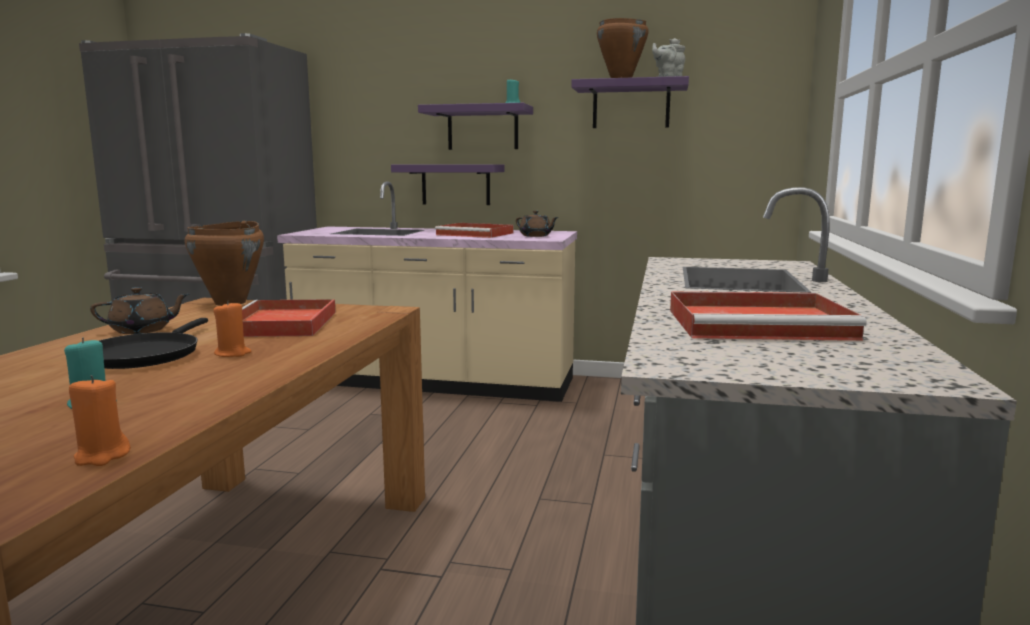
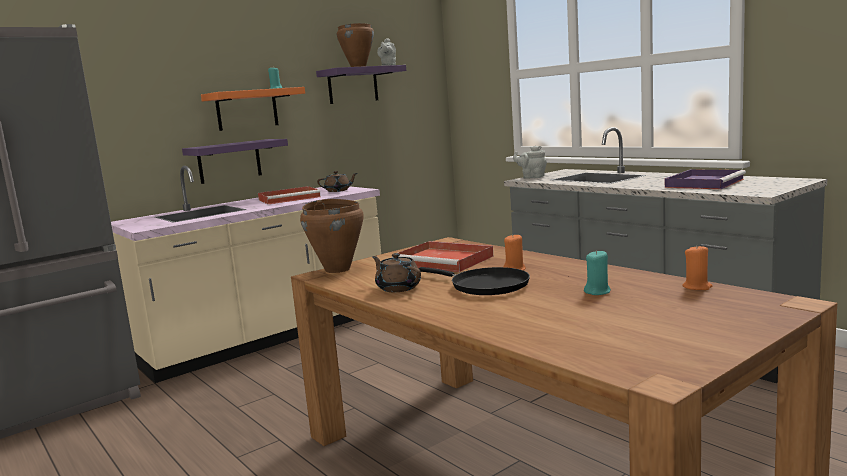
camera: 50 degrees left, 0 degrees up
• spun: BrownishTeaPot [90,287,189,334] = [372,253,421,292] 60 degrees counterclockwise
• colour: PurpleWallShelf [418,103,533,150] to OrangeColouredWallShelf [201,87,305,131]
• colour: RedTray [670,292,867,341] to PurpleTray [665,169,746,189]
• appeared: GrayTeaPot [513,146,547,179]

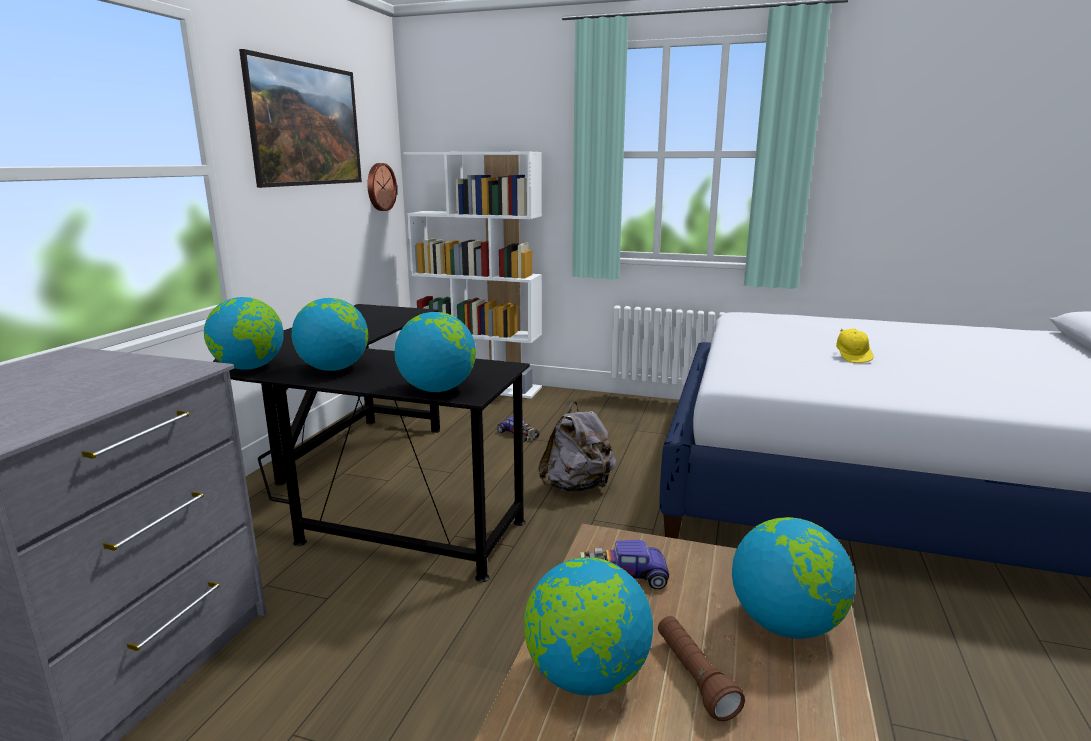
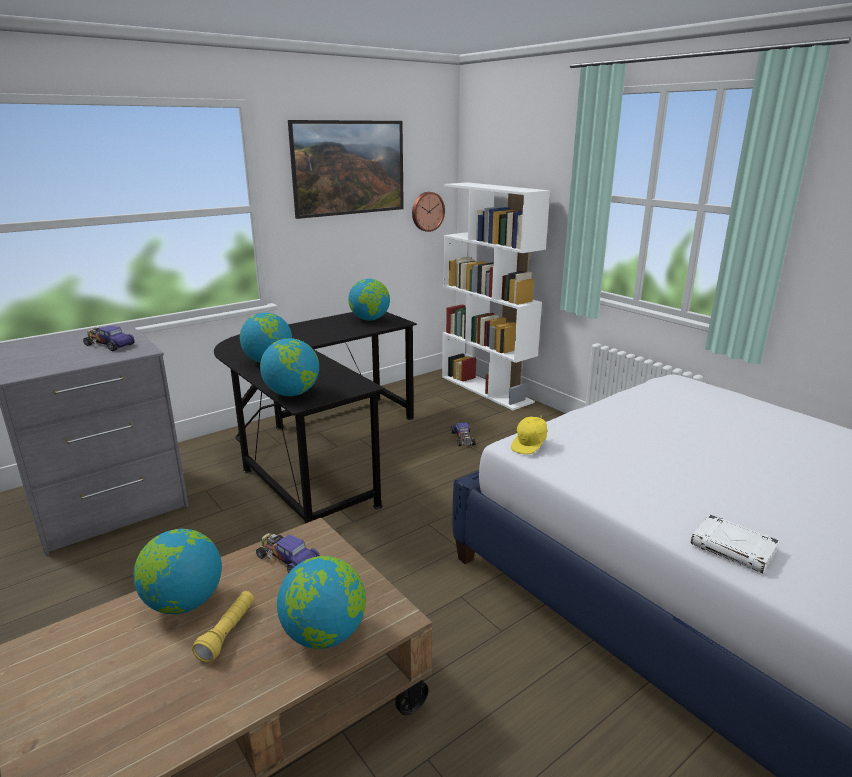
camera: 35 degrees right, 5 degrees up
• relocated: WorldGlobe [204,297,284,370] to [348,279,390,321]
• missing: GrayBackpack [538,401,617,492]
• colour: BrownishHandTorch [658,616,745,721] to YellowHandTorch [192,591,254,663]
• relocated: YellowCap [836,328,873,363] to [511,416,547,454]
• appeared: ModelCar [83,326,135,351]
• appeared: WhiteColouredBoundBook [691,514,780,573]

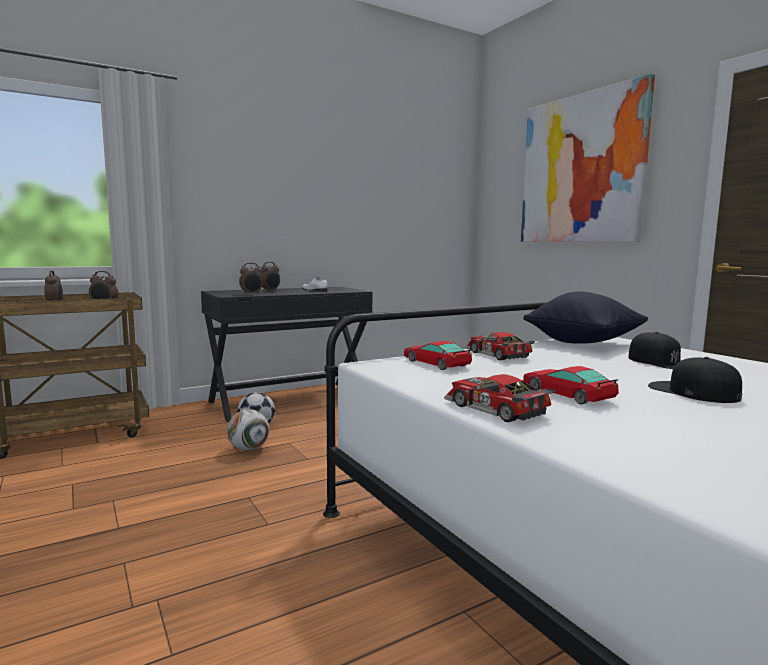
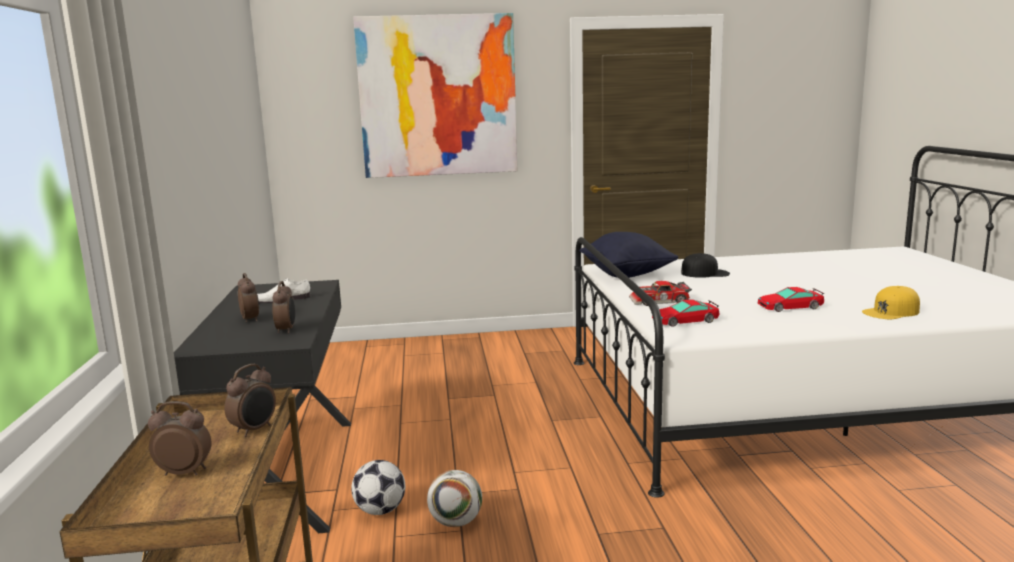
camera: 65 degrees left, 5 degrees up
• missing: ModelCar [444,374,556,422]
• missing: BlackCap [648,357,742,403]
• appeared: YellowCap [862,286,920,319]

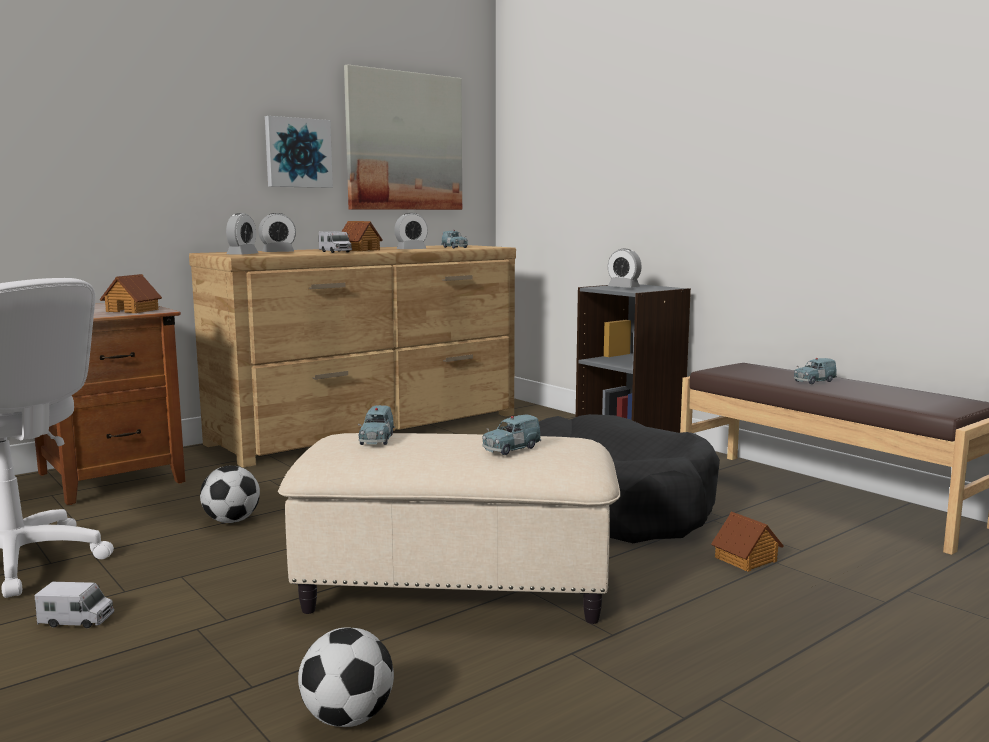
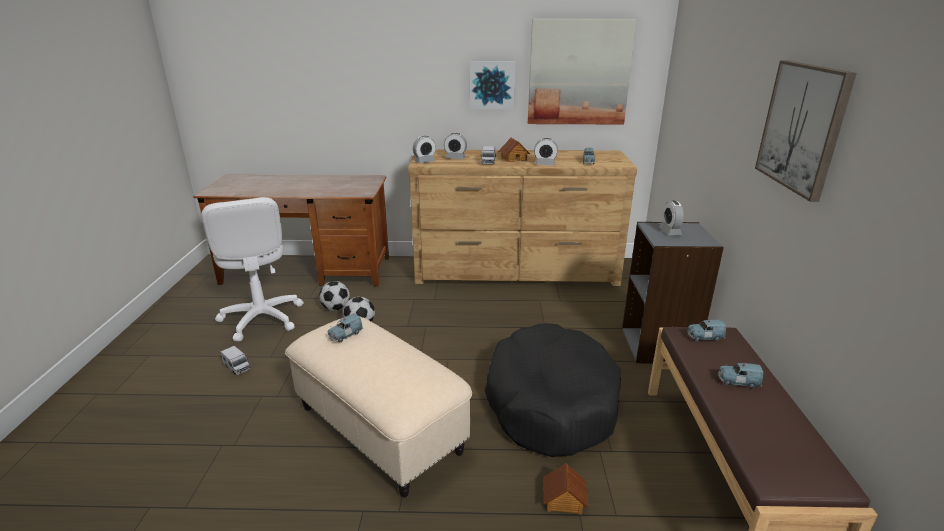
camera: 40 degrees right, 15 degrees up
• missing: ModelHouse [99,274,162,313]
• relocated: BallForFootball [298,627,394,727] to [319,281,350,311]
• relocated: BlueColouredModelCar [482,414,541,455] to [688,320,726,341]
• appeared: WallPicture [755,61,857,202]

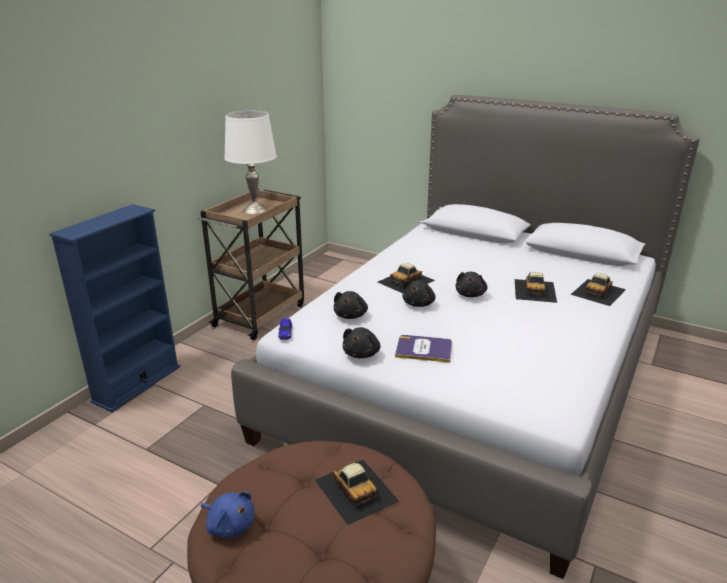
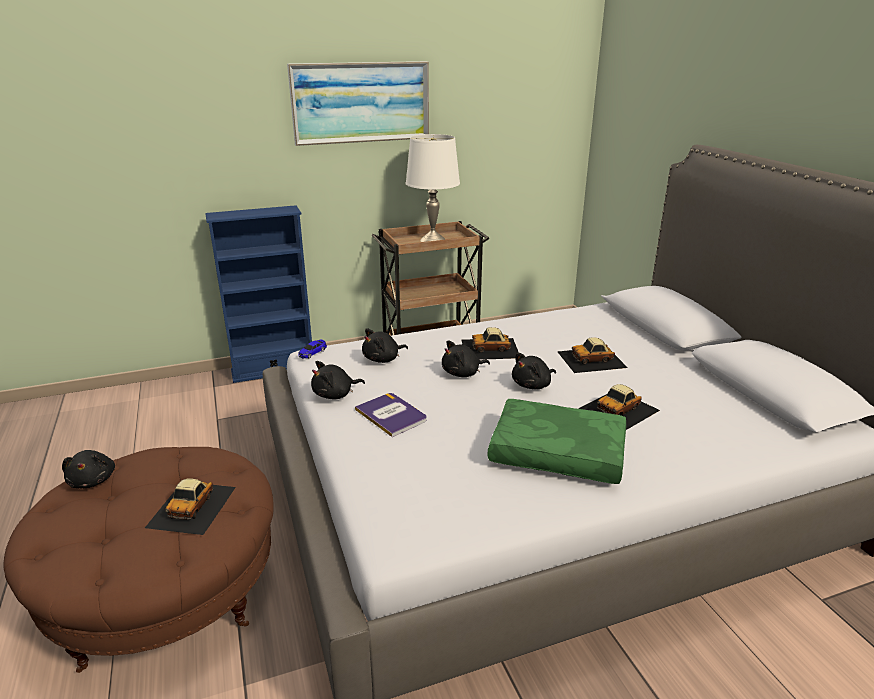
camera: 40 degrees right, 0 degrees up
• colour: BlueColouredSoftToy [201,491,255,538] to BlackSoftToy [62,450,115,488]
• relocated: ModelCar [570,273,626,306] to [557,337,628,373]
• appeared: WallPicture [287,61,429,146]
• appeared: GreenColouredCushion [487,399,626,484]

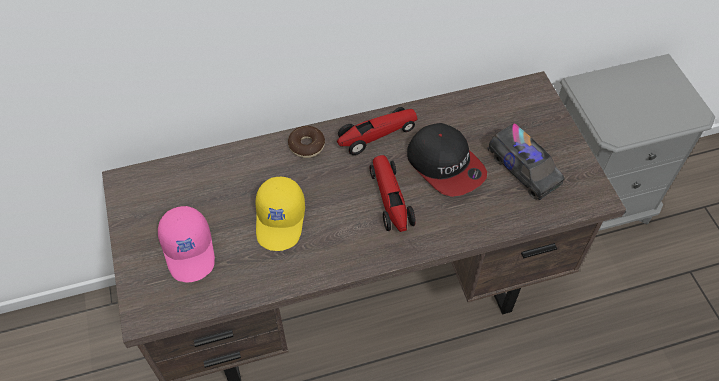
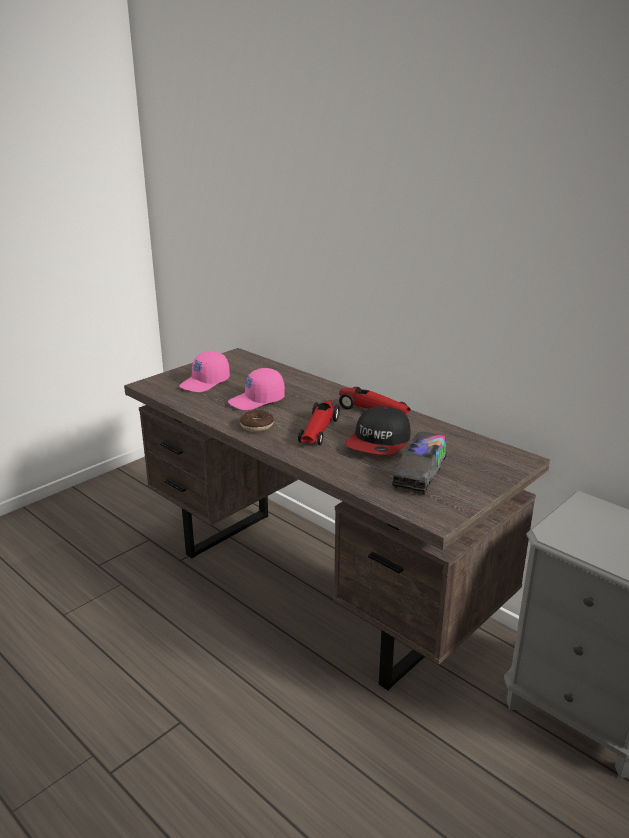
camera: 60 degrees right, 30 degrees down
• colour: YellowCap [256,177,305,251] to PinkishCap [228,368,285,410]
• relocated: Donut [288,126,325,158] to [240,410,274,432]
• spun: ModelCar [370,155,416,232] = [298,400,340,445] 150 degrees clockwise

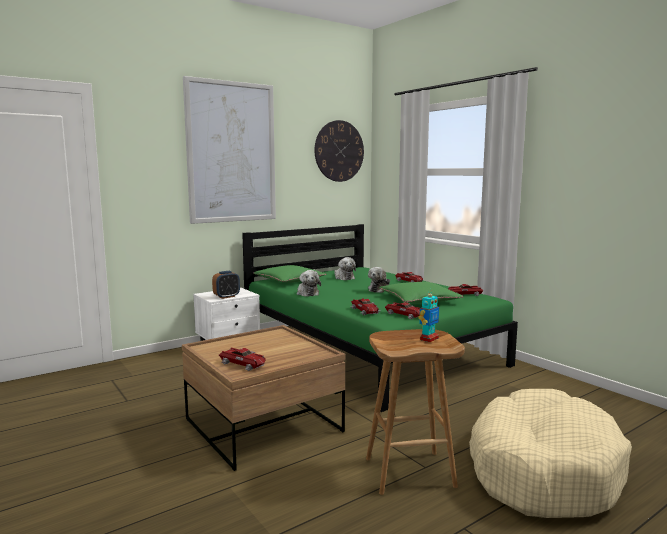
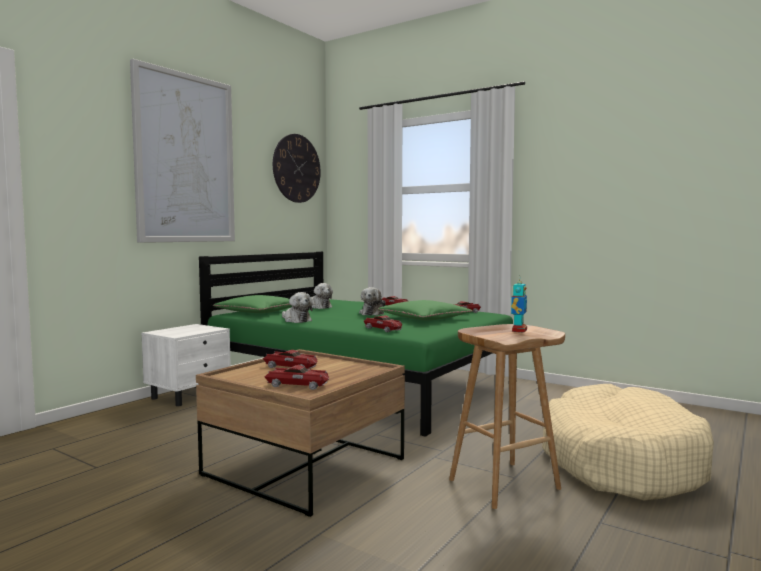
camera: 20 degrees left, 5 degrees down
• missing: BedsideClock [212,271,240,299]
• relocated: ModelCar [385,302,420,319] to [263,350,317,369]

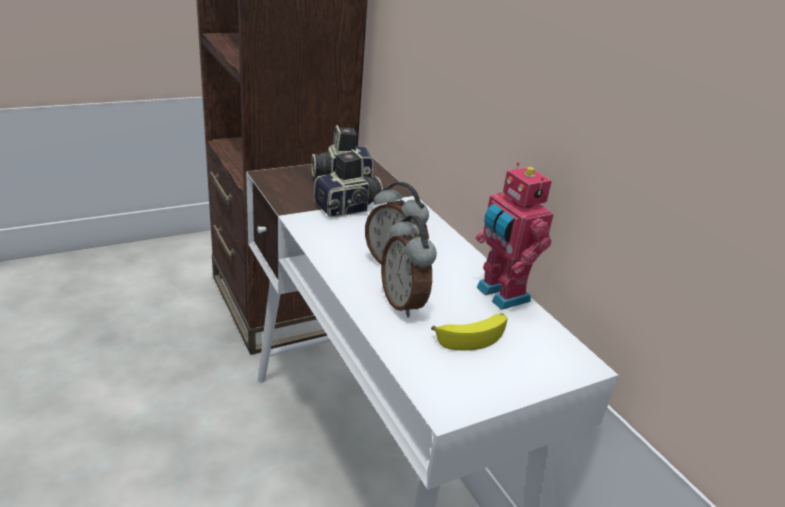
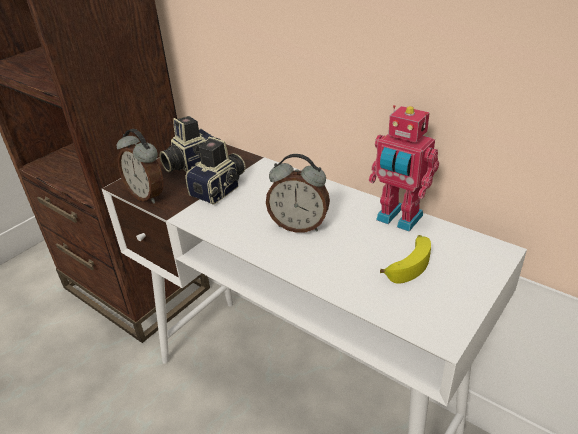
camera: 20 degrees left, 5 degrees up
• relocated: BedsideClock [381,216,437,317] to [117,129,163,204]

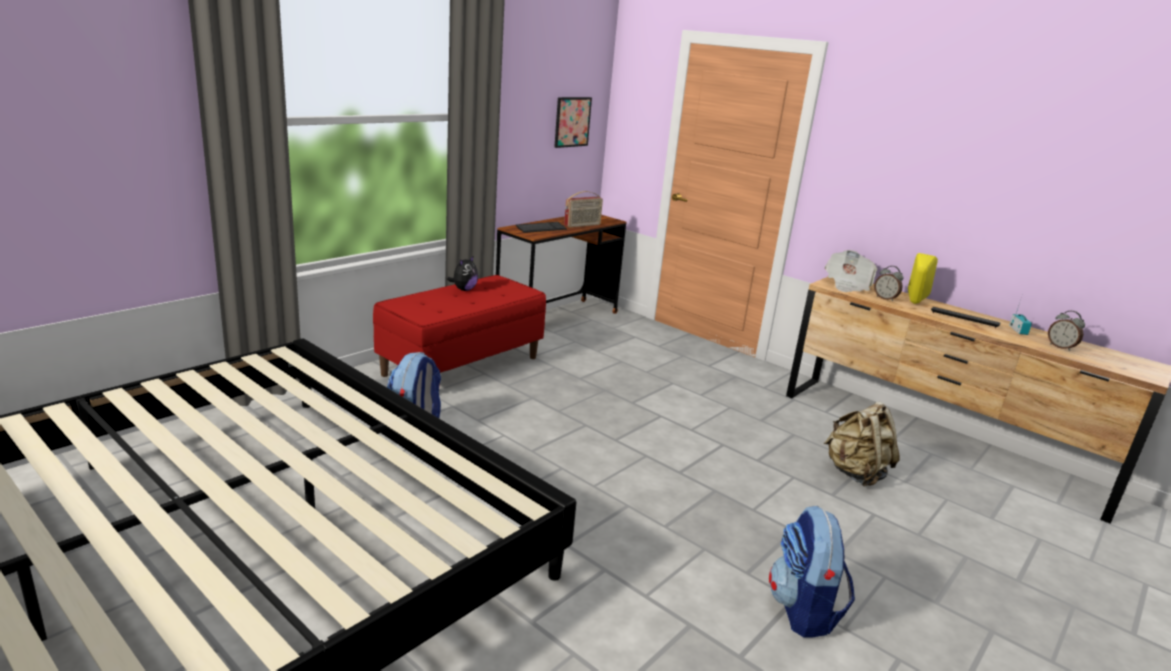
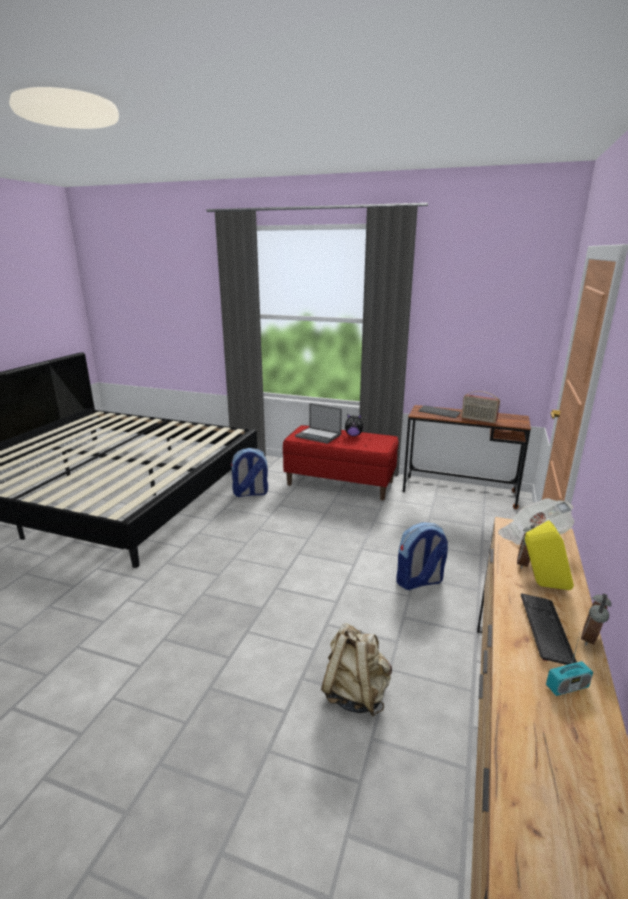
camera: 70 degrees right, 0 degrees up
• missing: WallPicture [554,97,592,148]
• relocated: Backpack [769,506,855,638] to [396,522,448,590]
• relocated: BedsideClock [1048,311,1085,351] to [581,593,611,646]
• appeared: Laptop [295,403,342,444]

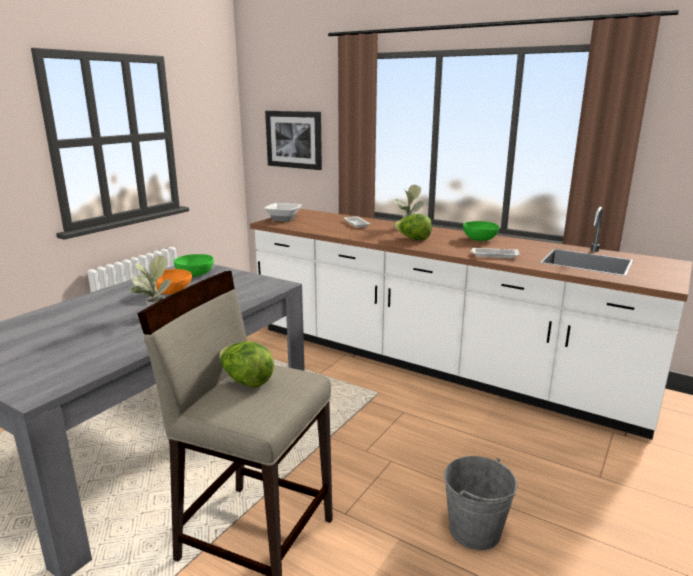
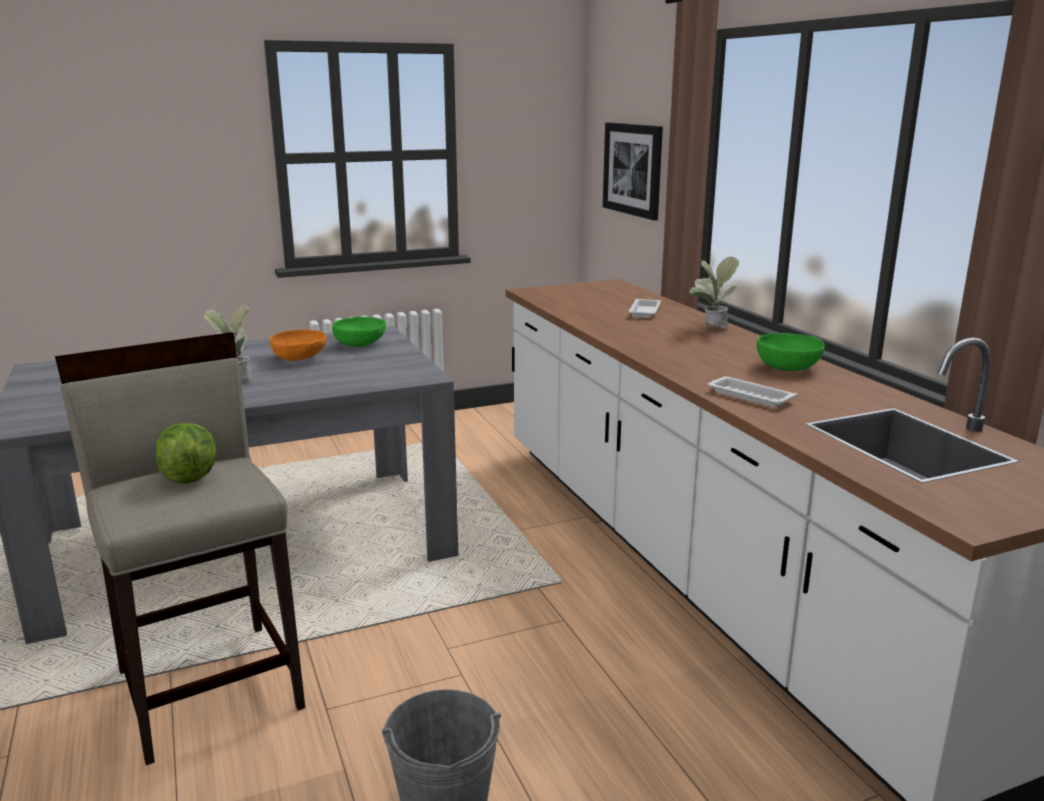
camera: 35 degrees right, 0 degrees up
• missing: Bowl [264,203,302,222]
• missing: LettuceHead [394,214,432,240]

